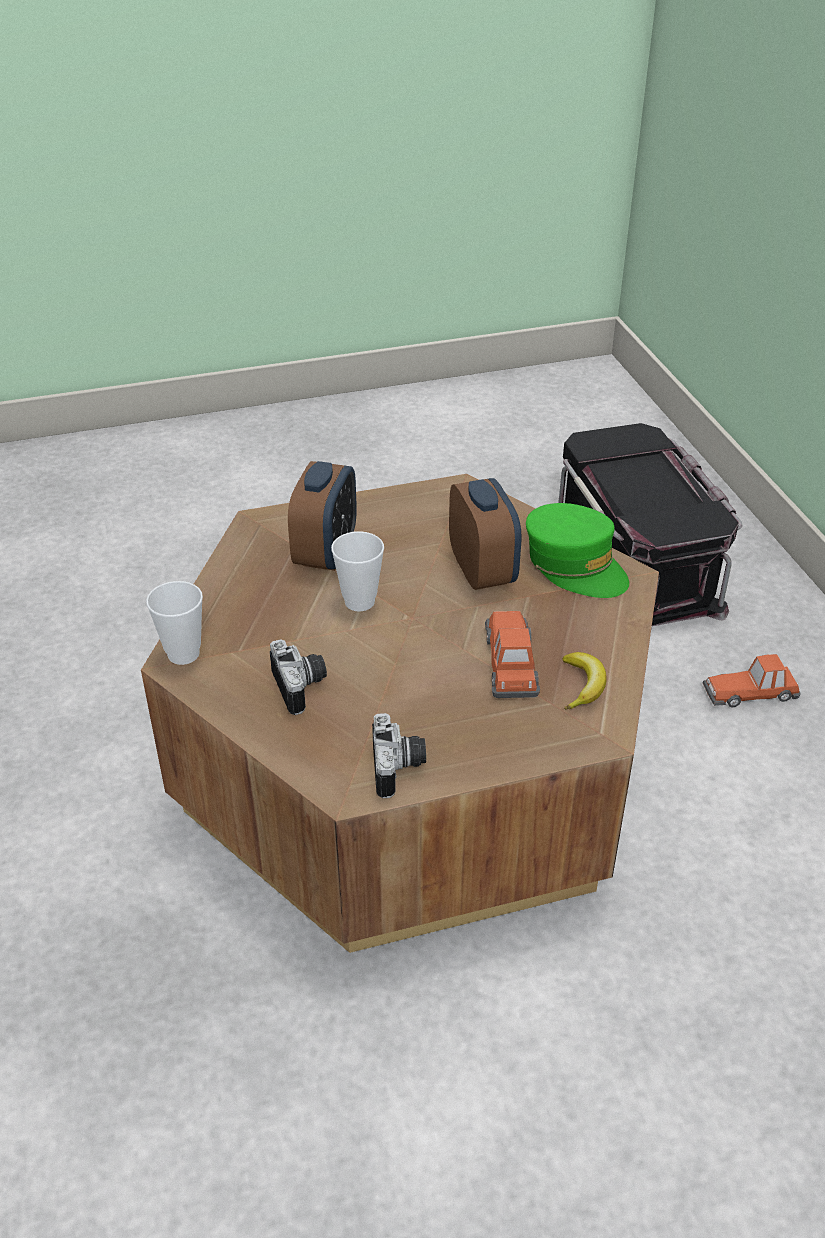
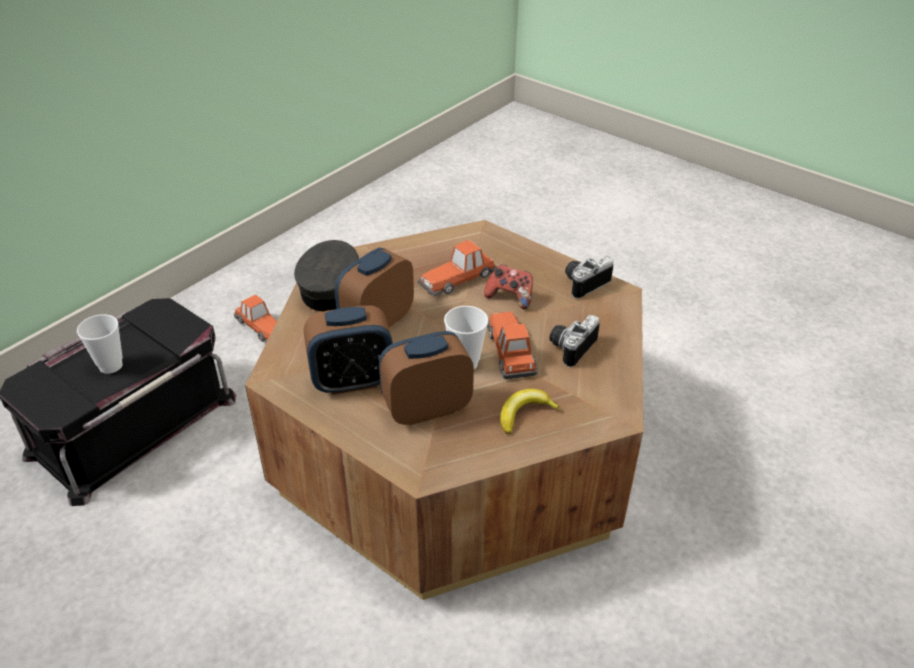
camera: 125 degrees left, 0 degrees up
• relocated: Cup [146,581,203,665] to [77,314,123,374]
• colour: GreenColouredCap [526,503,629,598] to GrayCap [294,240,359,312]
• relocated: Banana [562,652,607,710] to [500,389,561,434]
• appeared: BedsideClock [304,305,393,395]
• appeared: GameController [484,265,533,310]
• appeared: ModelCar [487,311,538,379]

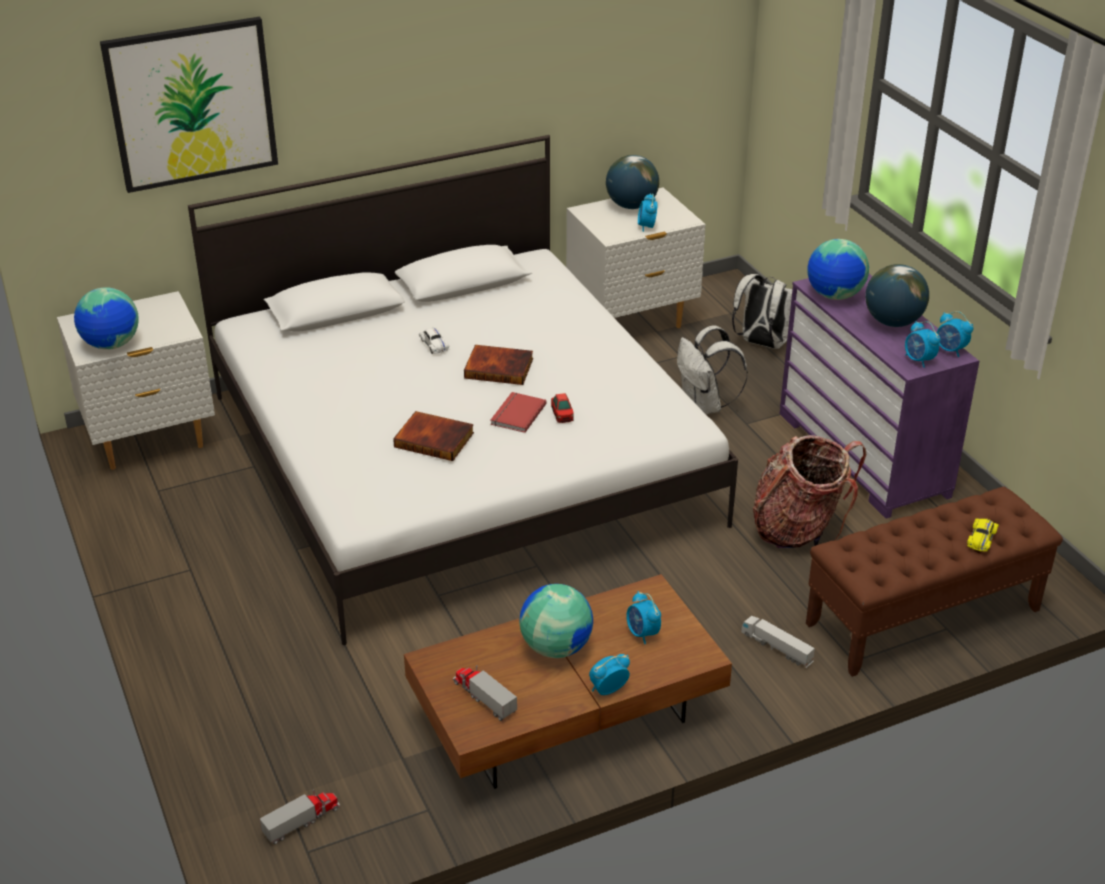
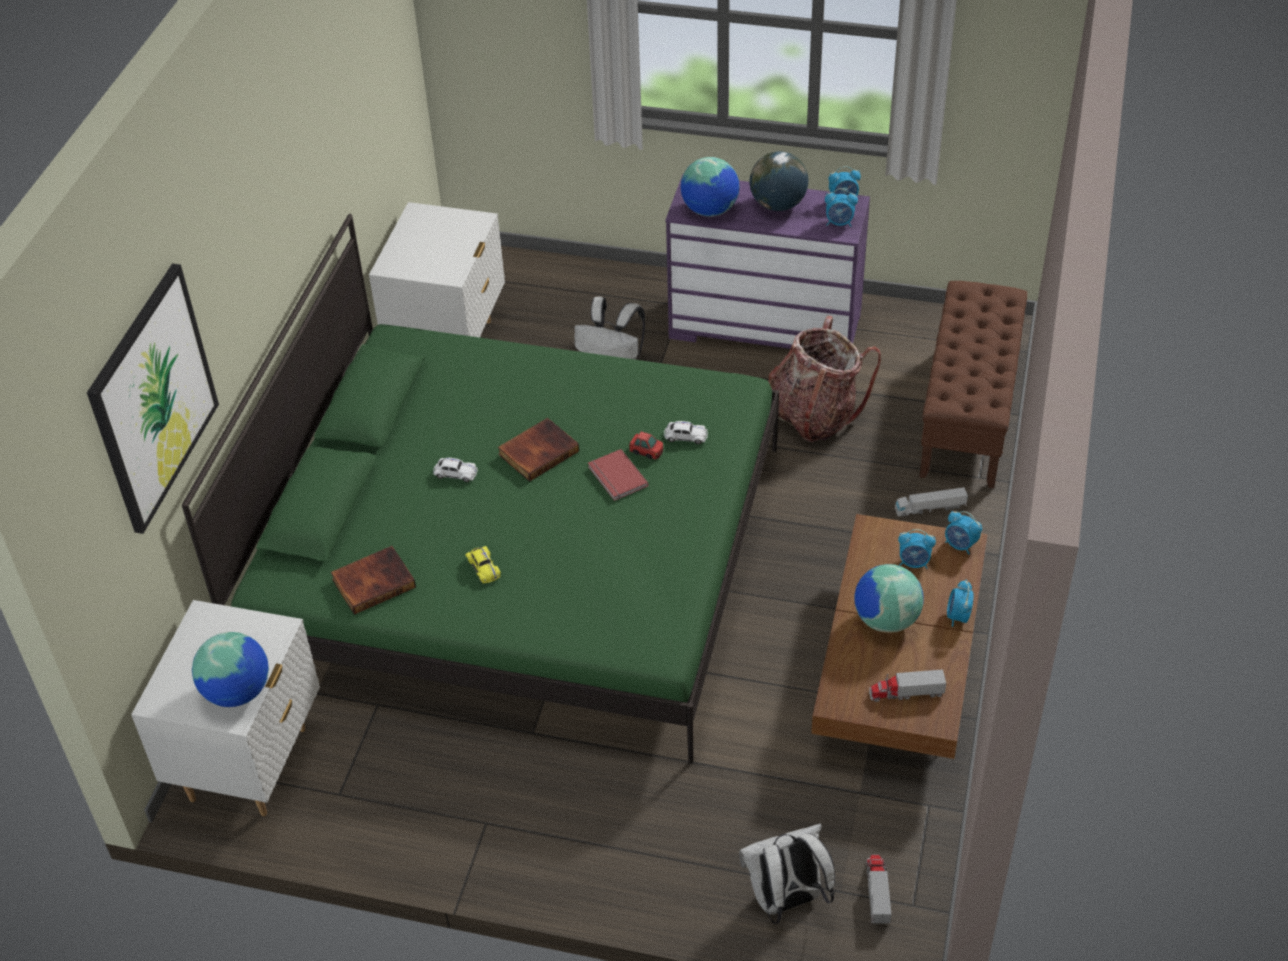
camera: 50 degrees left, 10 degrees up
• colour: WhiteColouredBedroomBed [188,135,738,645] to GreenColouredBedroomBed [182,214,779,764]
• relocated: BoundBook [393,411,474,461] to [331,546,416,615]
• missing: WorldGlobe [606,155,659,209]
• relocated: BedsideClock [638,193,657,232] to [945,511,982,555]
• relocated: WhiteColouredBackpack [732,274,793,349] to [739,824,835,924]
• relocated: YellowModelCar [967,518,999,552] to [465,546,501,583]
• appeared: WhiteColouredModelCar [664,421,708,444]

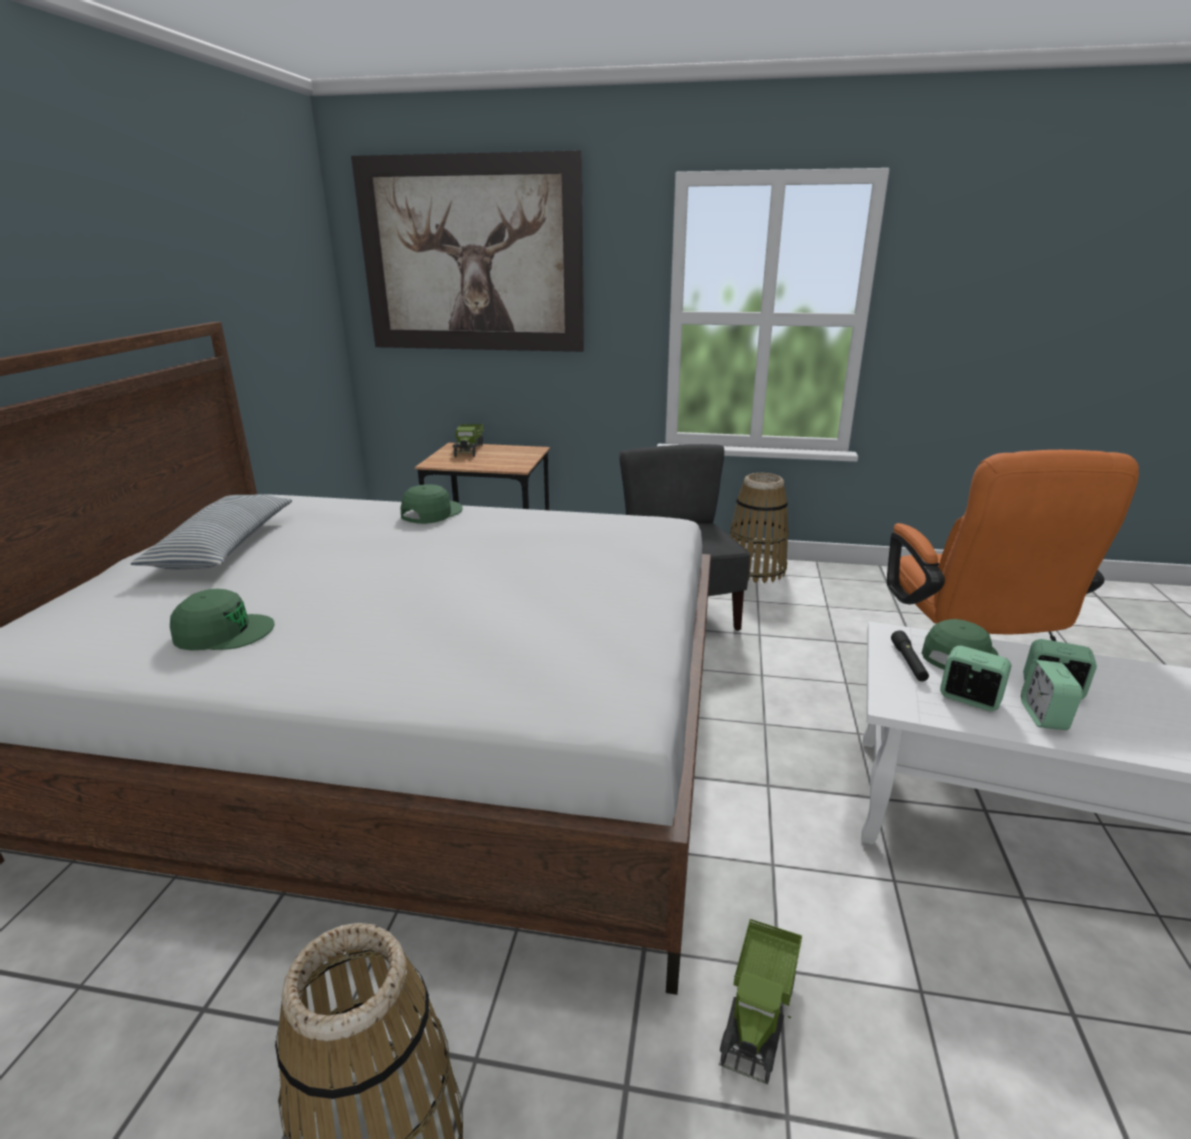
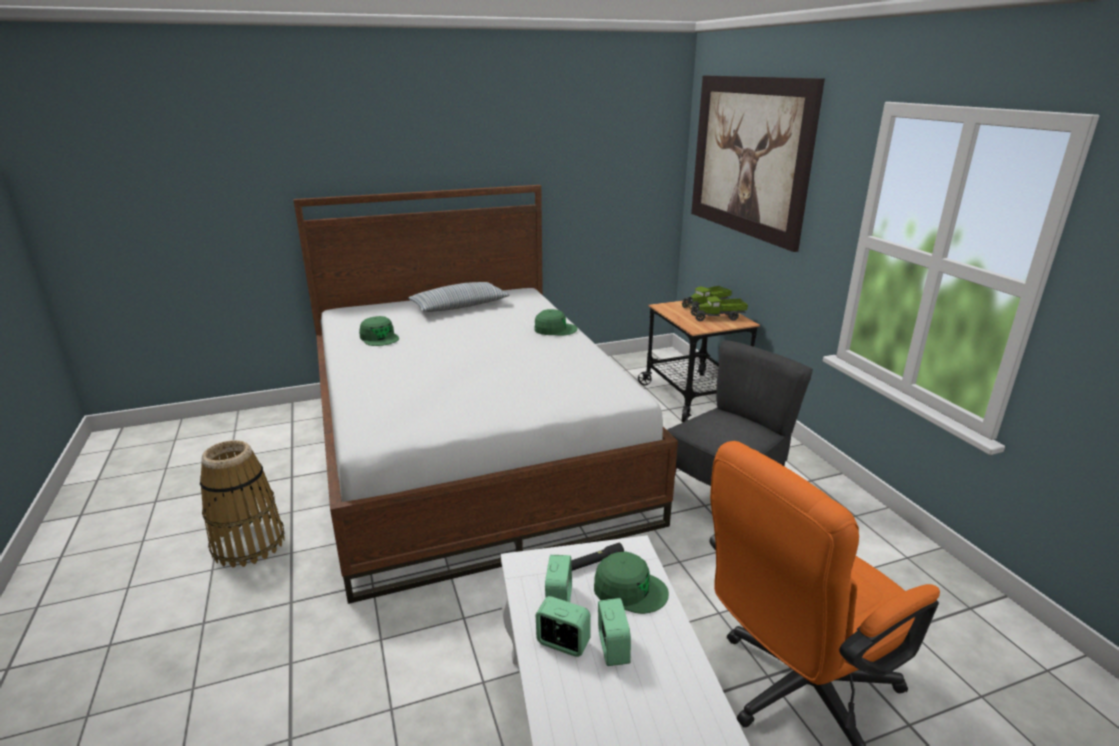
camera: 60 degrees right, 0 degrees up
• relocated: ModelTruck [719,919,802,1085] to [691,296,748,321]
• missing: StorageBasket [730,473,789,583]
• spun: BedsideClock [1021,660,1083,730] = [536,596,591,657] 45 degrees clockwise

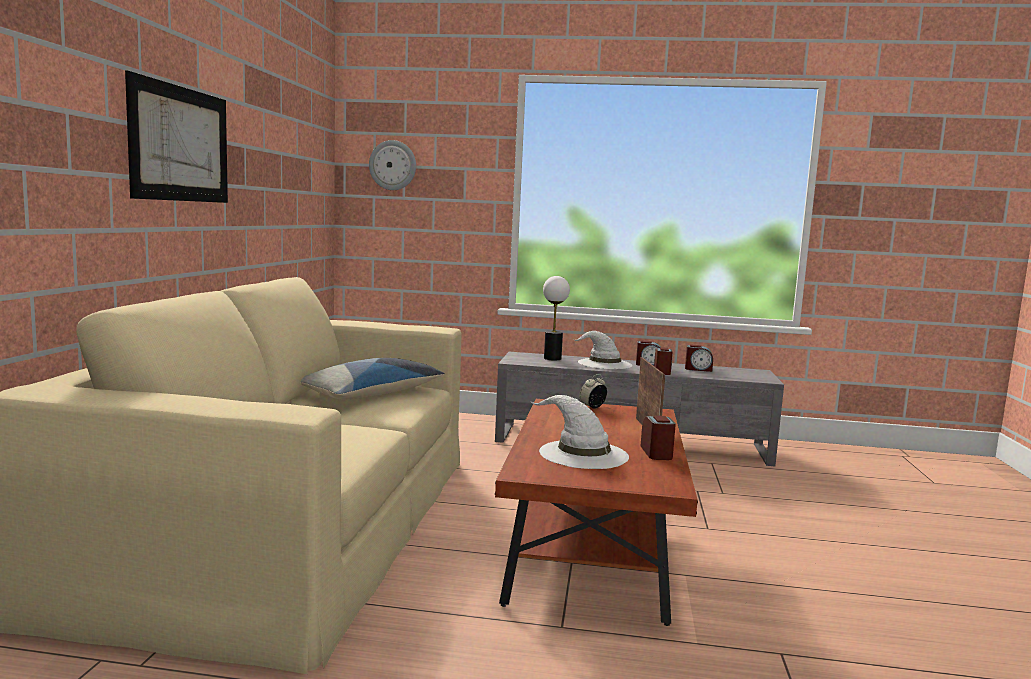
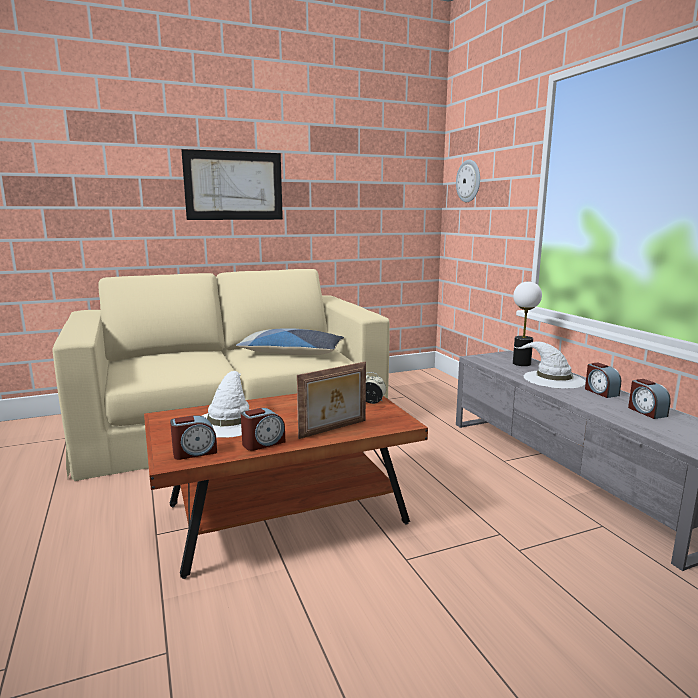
camera: 60 degrees right, 5 degrees up
• relocated: BedsideClock [654,347,672,375] to [170,415,217,460]

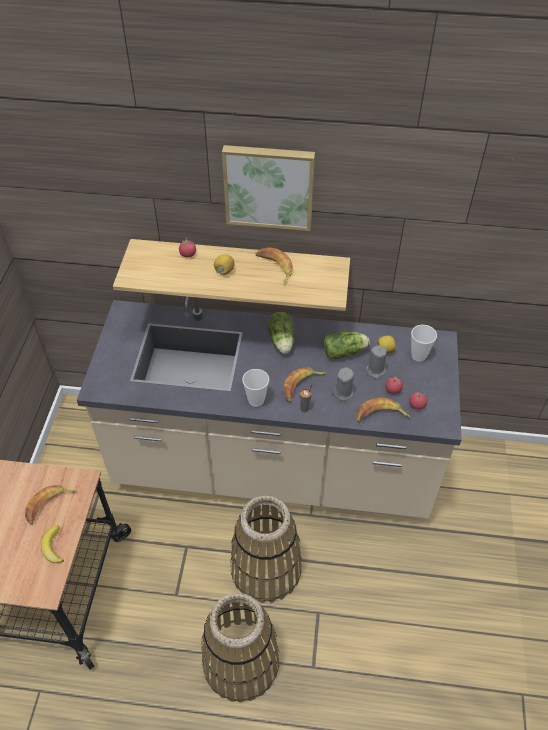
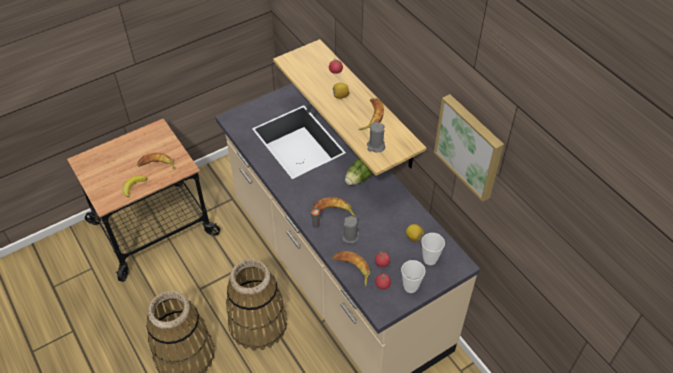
camera: 50 degrees right, 0 degrees up
• relocated: WallPicture [222,145,315,231] to [434,94,504,202]
• relocated: Cup [242,369,269,407] to [401,260,425,293]
• missing: LettuceHead [324,332,370,359]
• relocated: GrayCandle [366,345,387,379] to [367,122,385,153]

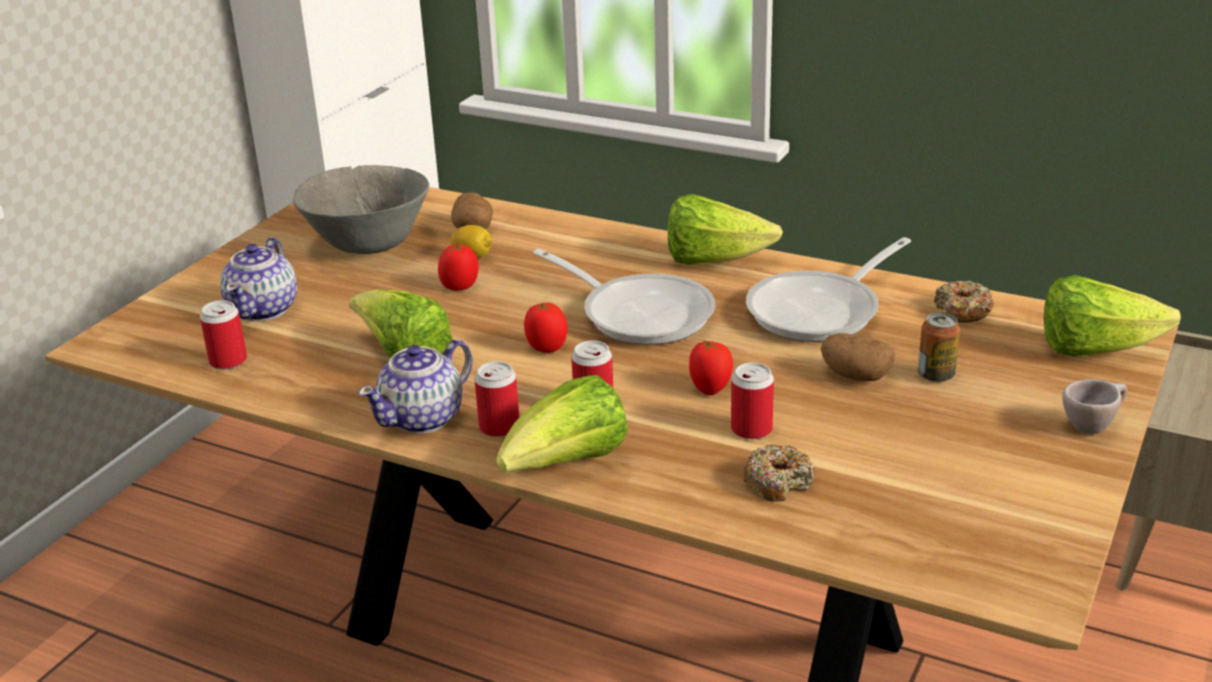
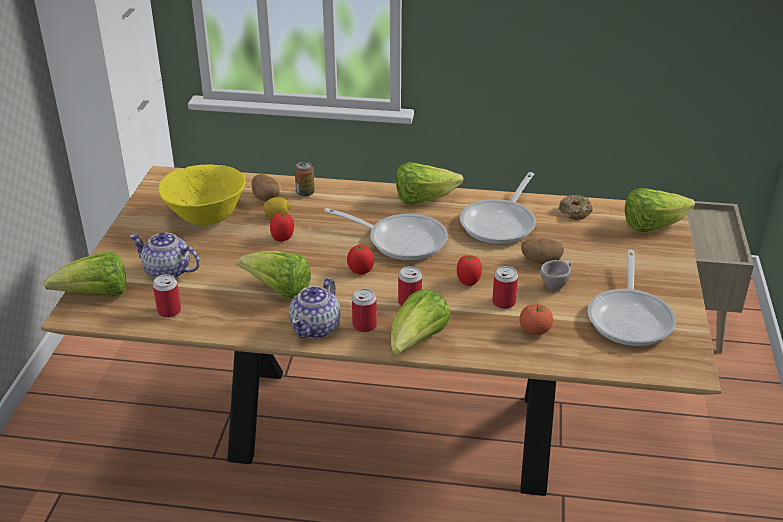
camera: 20 degrees left, 5 degrees up
• spun: TeaPot [220,237,297,321] = [129,232,200,279] 120 degrees clockwise
• colour: GrayBowl [293,165,429,254] to YellowBowl [158,164,245,225]
• exchanged: Donut [743,444,816,502] to WholeTomato [519,303,553,335]
• relocated: MetalCan [918,312,960,382] to [295,161,315,197]
• relocated: BeigeCup [1062,379,1127,434] to [540,260,571,290]
• appeared: LettuceHead [44,252,126,297]
• appeared: FryingPan [587,250,676,346]

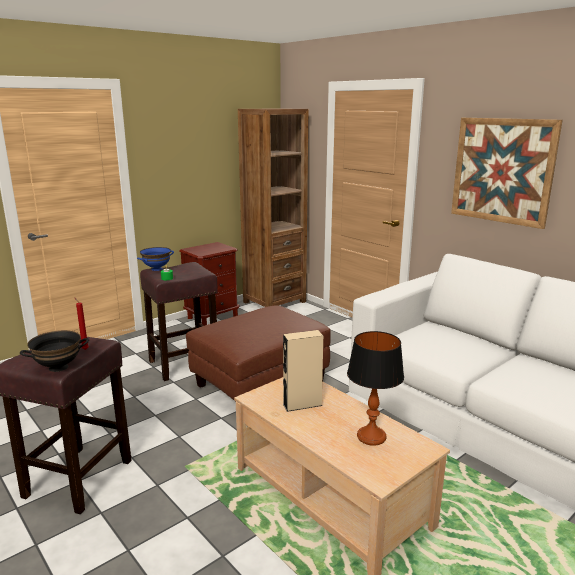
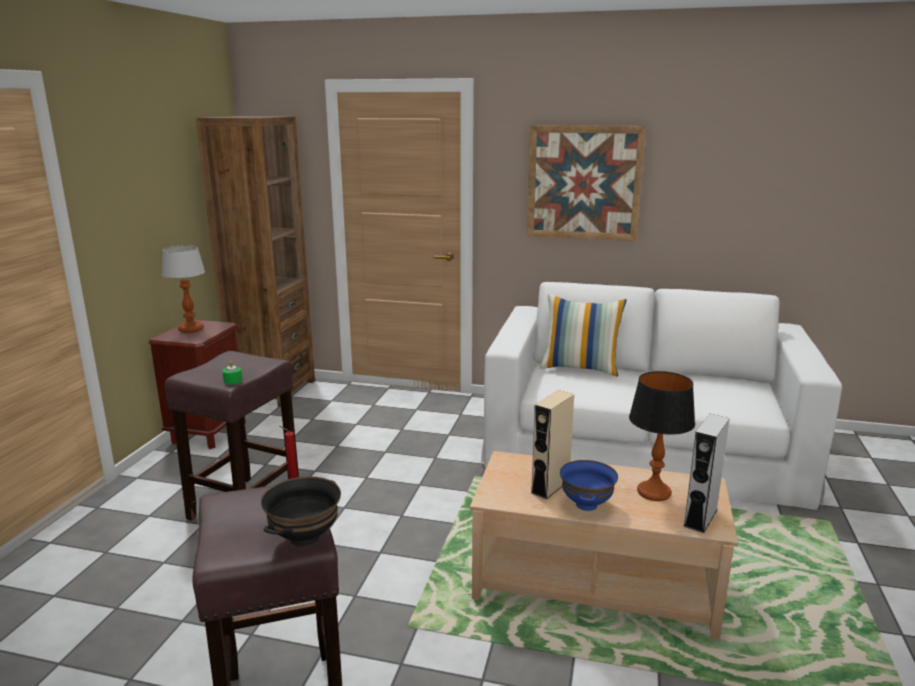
camera: 35 degrees left, 0 degrees up
• relocated: BlueColouredBowl [137,247,174,271] to [560,460,618,511]
• missing: BrownishPouffe [186,305,331,402]
• appeared: TabletopLamp [162,245,205,333]
• appeared: Cushion [540,294,627,377]
• appeared: GraySpeaker [683,414,730,533]

